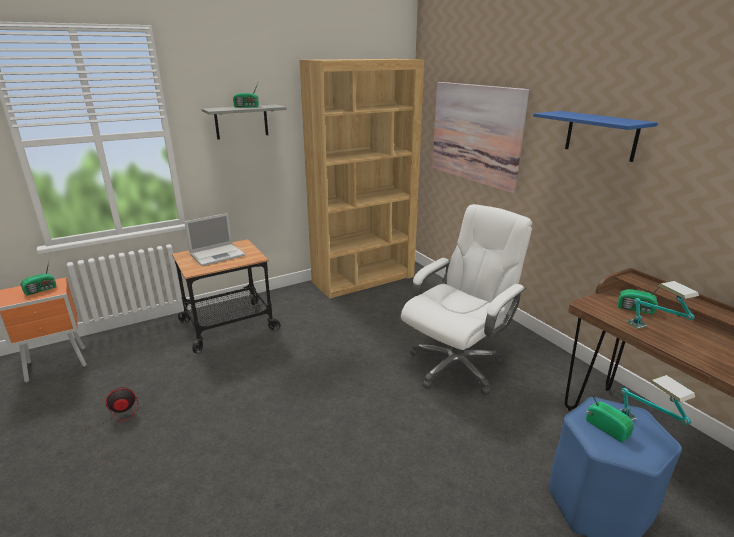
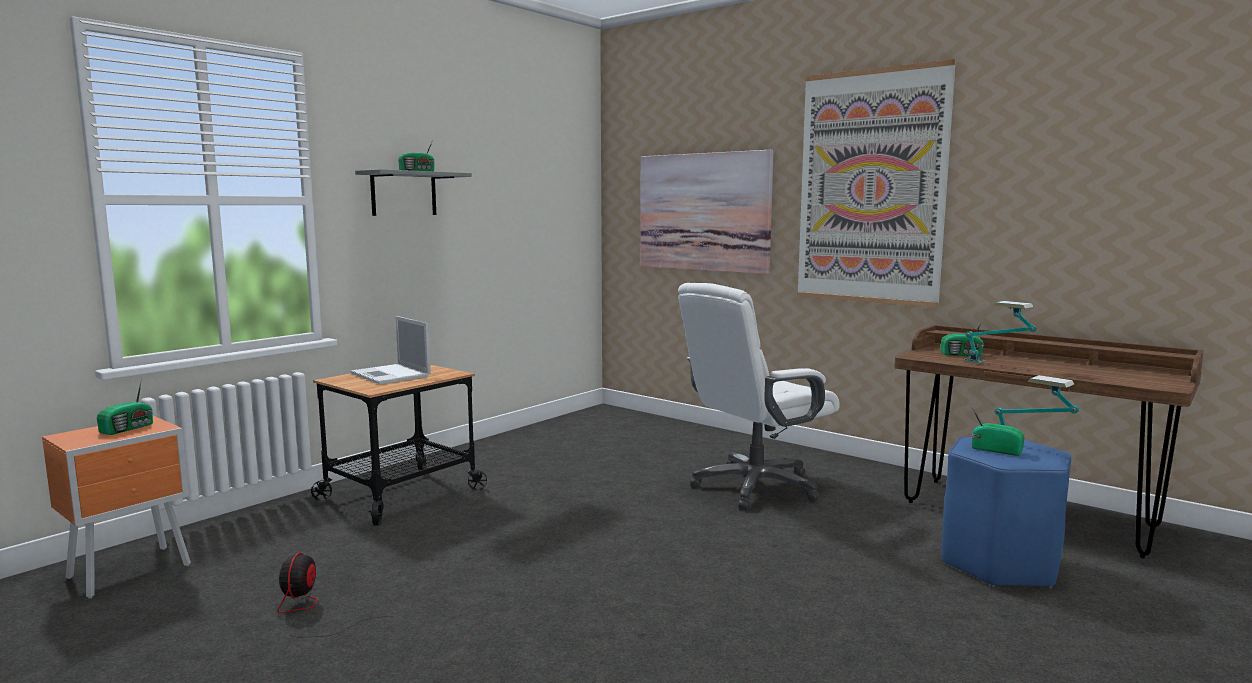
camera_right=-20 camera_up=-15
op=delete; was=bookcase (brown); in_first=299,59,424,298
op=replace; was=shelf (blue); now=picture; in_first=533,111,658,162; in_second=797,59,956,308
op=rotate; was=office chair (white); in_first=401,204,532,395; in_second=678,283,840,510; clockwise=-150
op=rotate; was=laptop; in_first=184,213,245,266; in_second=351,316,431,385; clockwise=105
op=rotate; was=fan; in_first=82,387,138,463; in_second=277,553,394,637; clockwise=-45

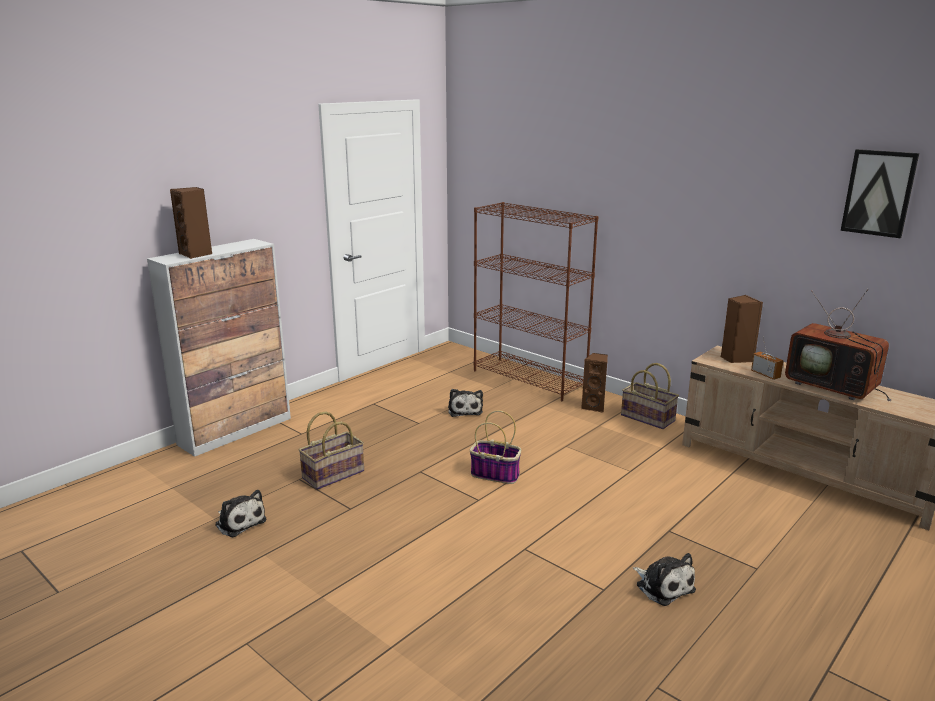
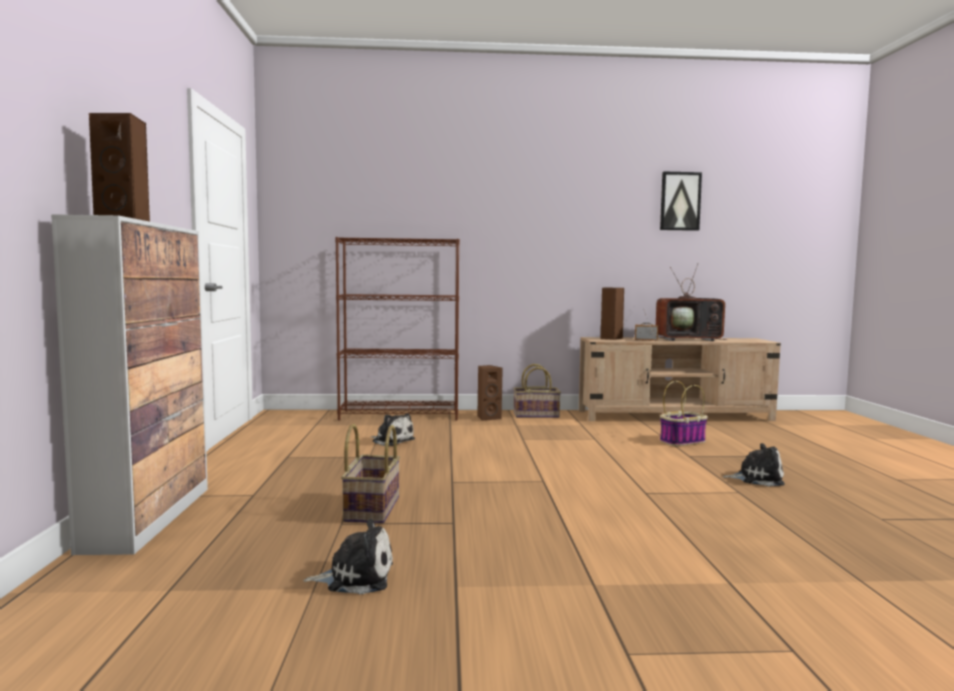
camera_right=-45 camera_up=-15
op=move; was=basket; in_first=470,410,521,484; in_second=660,381,708,446

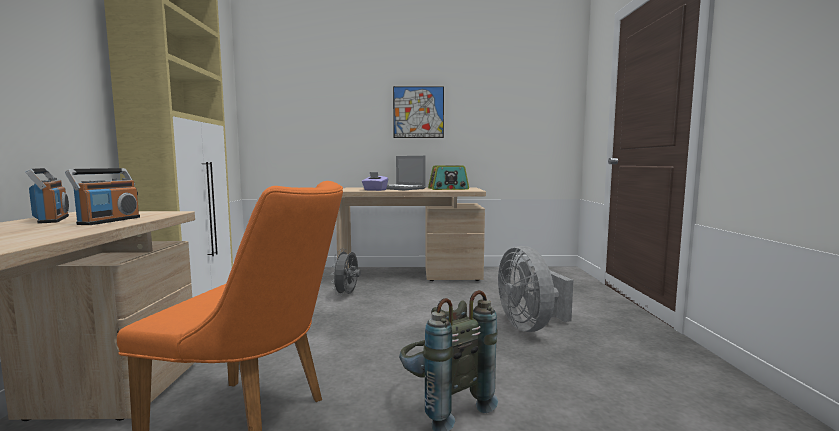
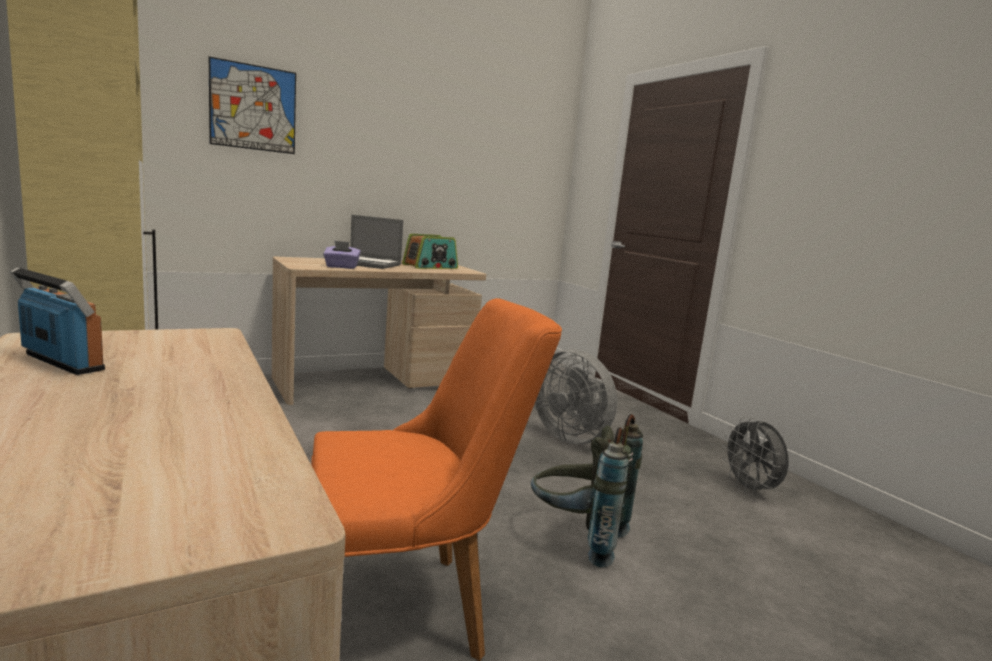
camera_right=-30 camera_up=5
op=move; was=picture; in_first=393,86,444,138; in_second=209,56,296,154
op=delete; was=radio; in_first=65,168,140,225
op=move; was=fan (grey); in_first=330,248,361,296; in_second=722,417,789,495

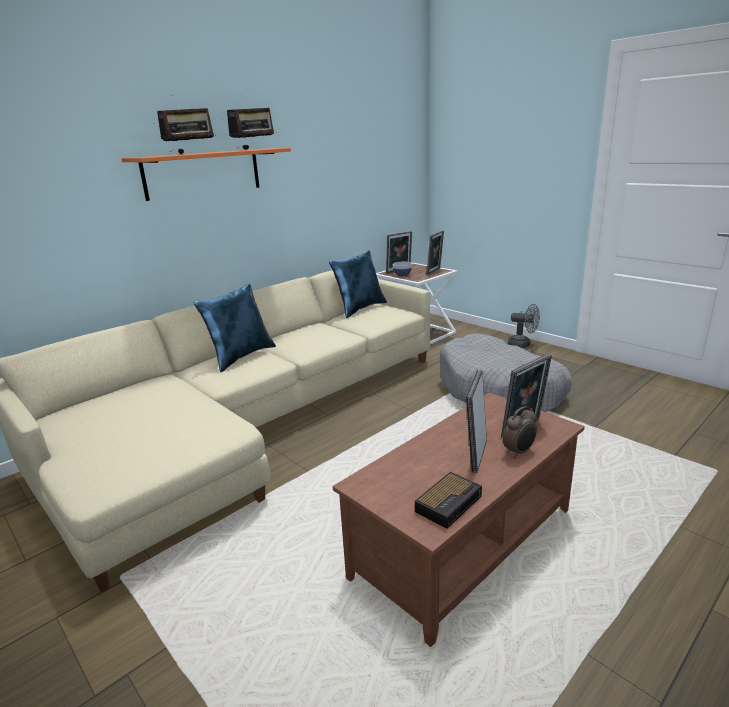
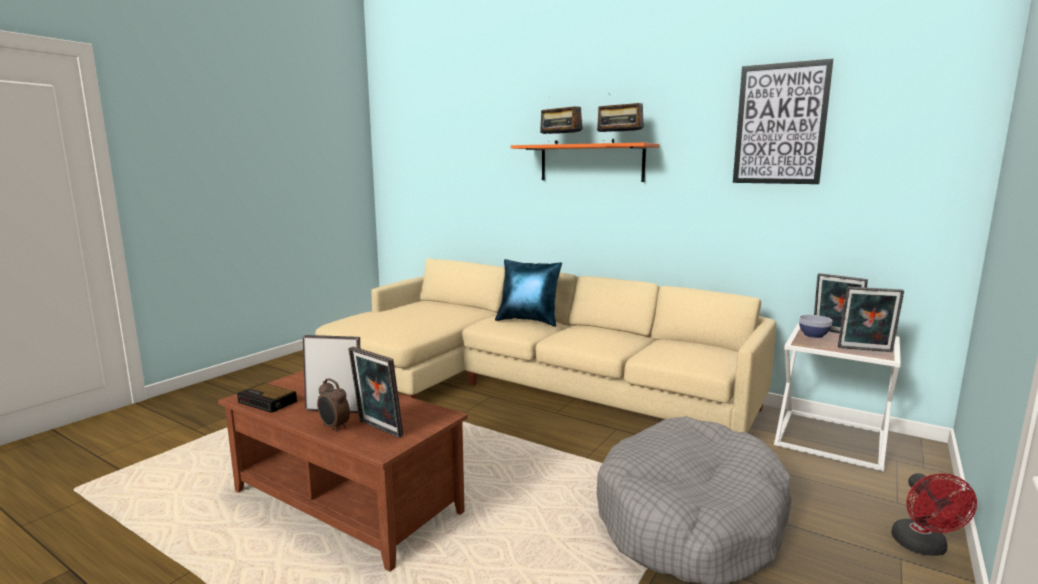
camera_right=75 camera_up=-10
op=delete; was=pillow (blue); in_first=329,250,387,318
op=recolor; was=fan (grey); now=fan (red); in_first=508,304,540,348; in_second=891,473,977,556
op=insert; now=picture; in_second=733,59,834,184

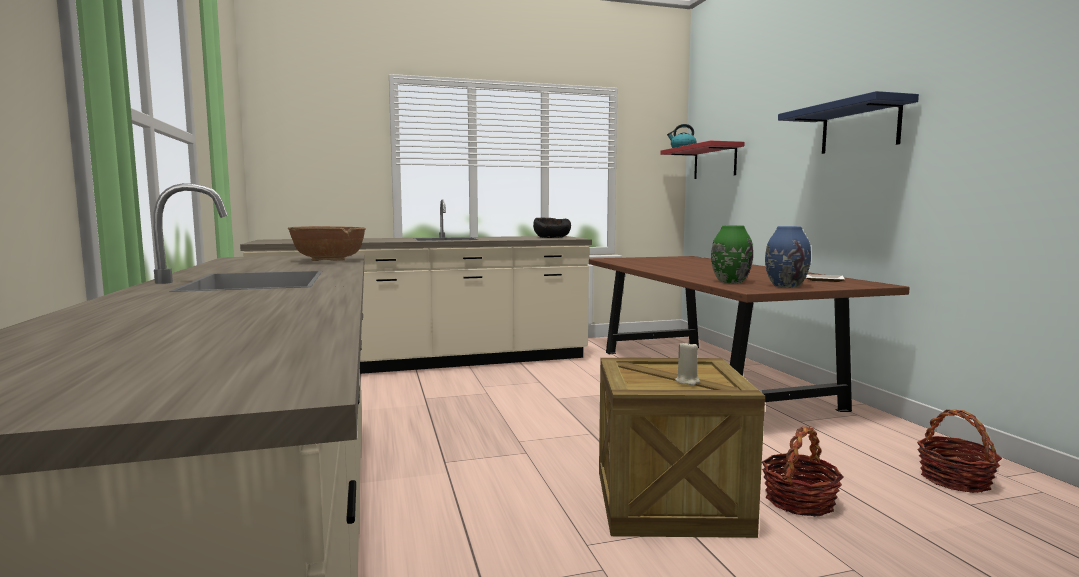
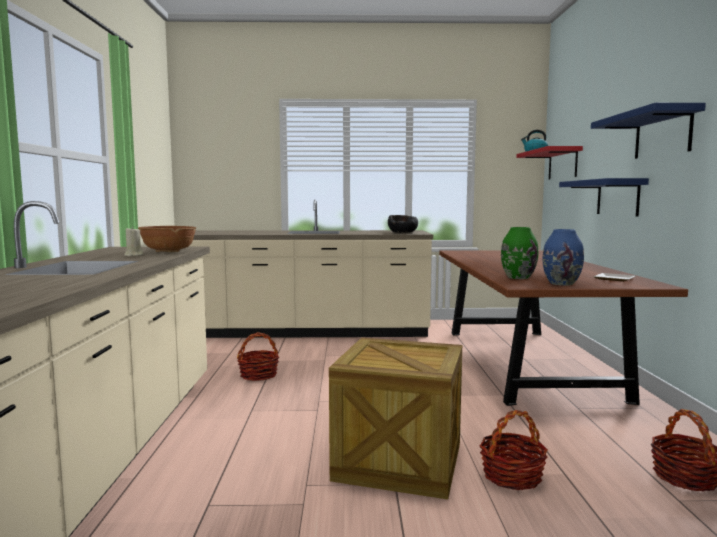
camera_right=15 camera_up=0
op=move; was=candle (beige); in_first=675,343,700,385; in_second=124,227,144,256
op=insert; now=shelf (blue); in_second=559,178,649,217
op=insert; now=basket; in_second=237,332,279,381

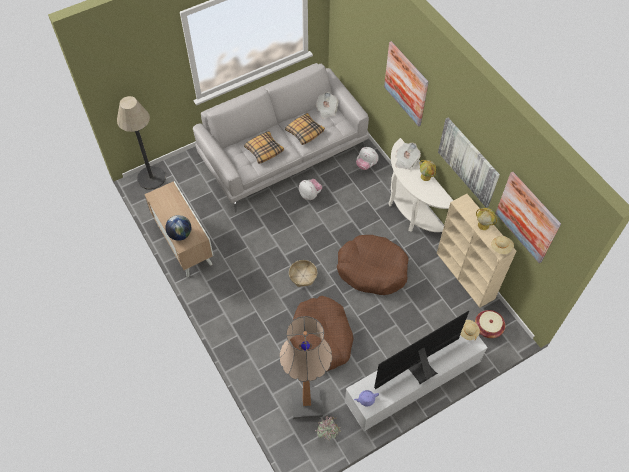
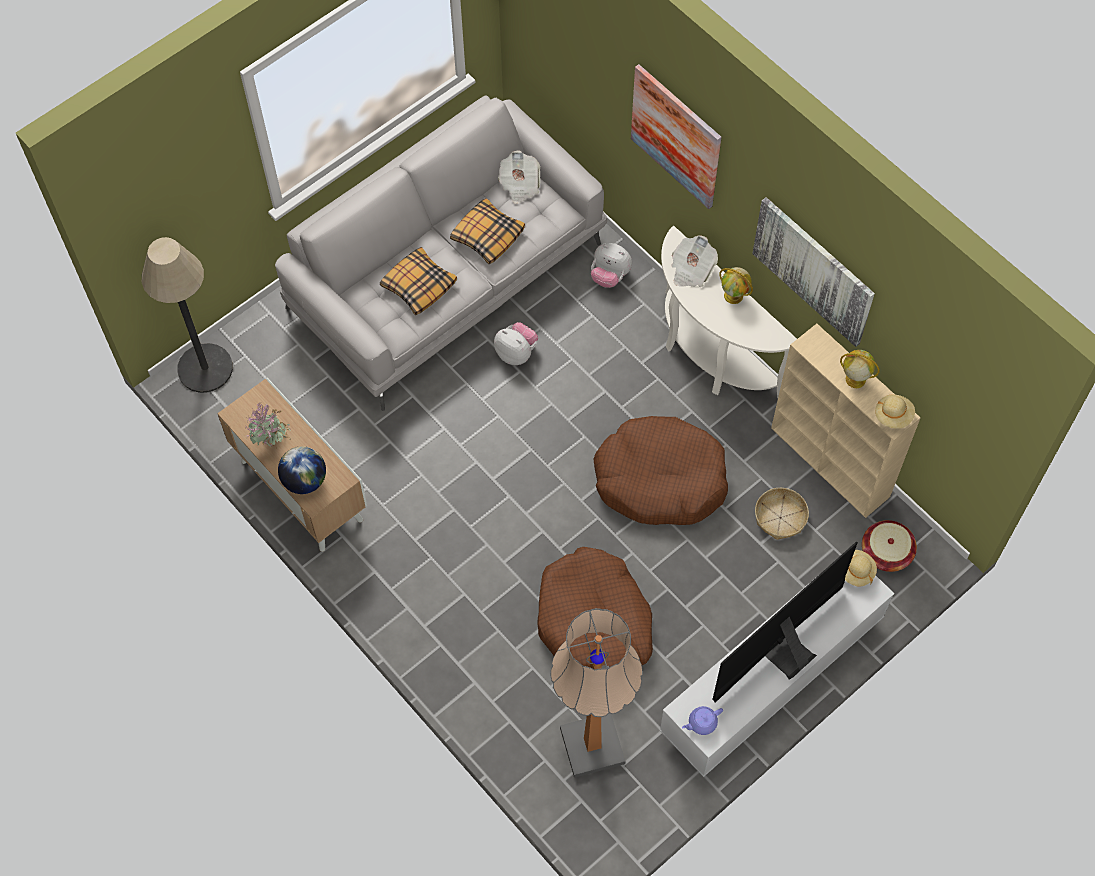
camera_right=-10 camera_up=5
op=delete; was=picture; in_first=496,172,561,263
op=move; was=basket; in_first=289,260,317,287; in_second=755,488,809,540
op=move; was=potted plant; in_first=315,417,341,440; in_second=245,403,291,449

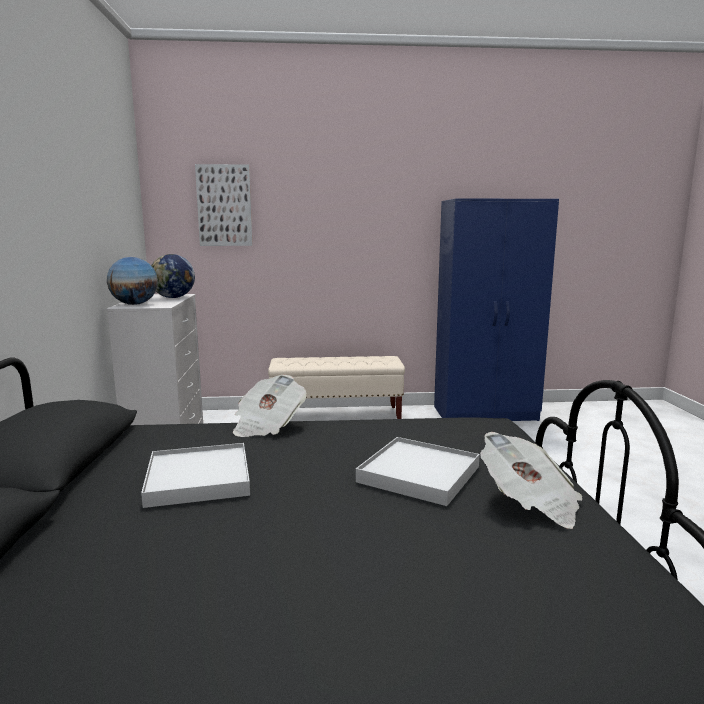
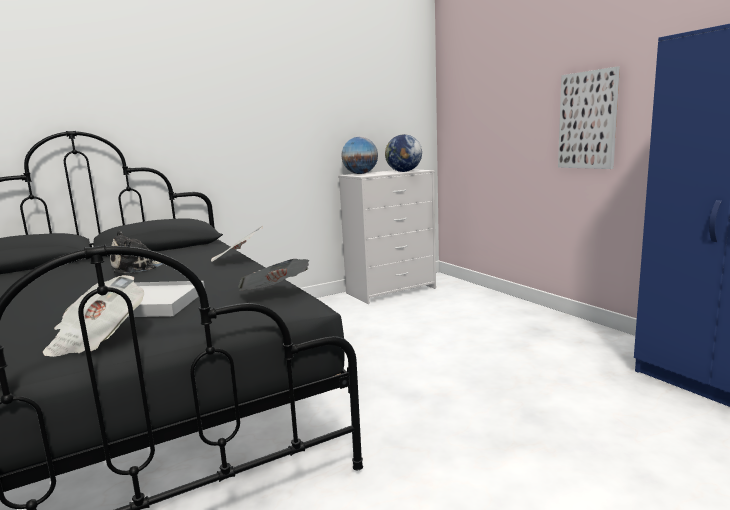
camera_right=65 camera_up=0
op=move; was=picture; in_first=195,164,253,246; in_second=558,66,620,169
op=delete; was=bench (beige); in_first=268,356,405,419
op=replace; was=tray (white); now=plush toy; in_first=141,443,250,508; in_second=110,231,162,273
op=insert; now=newspaper; in_second=239,259,309,291

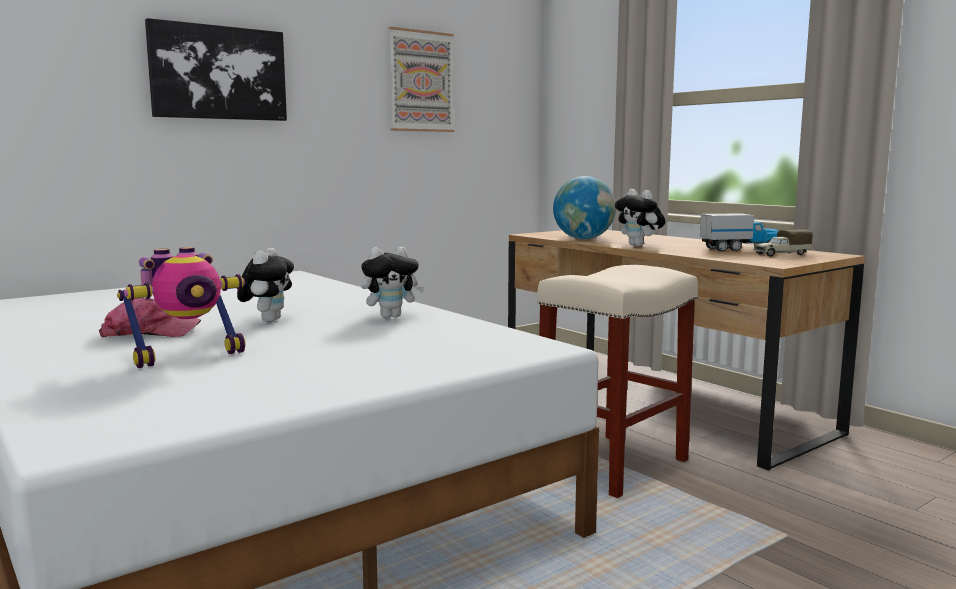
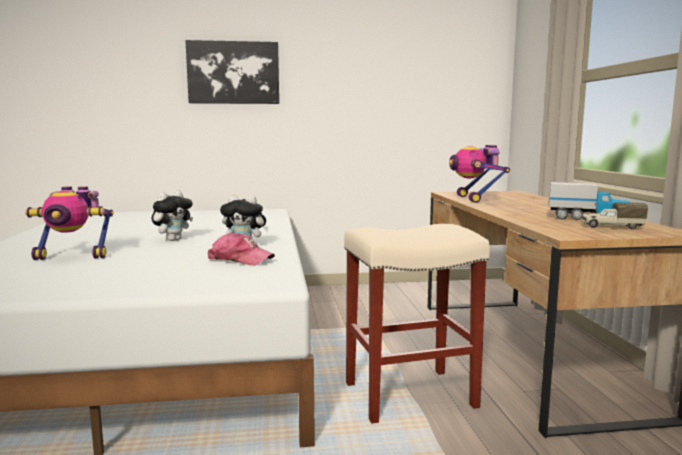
camera_right=30 camera_up=0
op=delete; was=picture; in_first=389,27,454,132
op=replace; was=globe; now=toy robot; in_first=553,176,616,239; in_second=449,145,510,203
op=delete; was=plush toy; in_first=615,189,665,246
op=move; was=cap; in_first=99,298,201,337; in_second=208,232,275,265

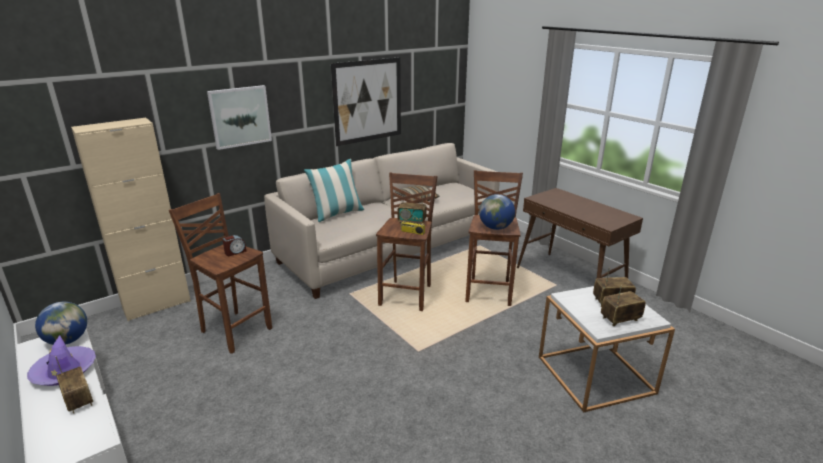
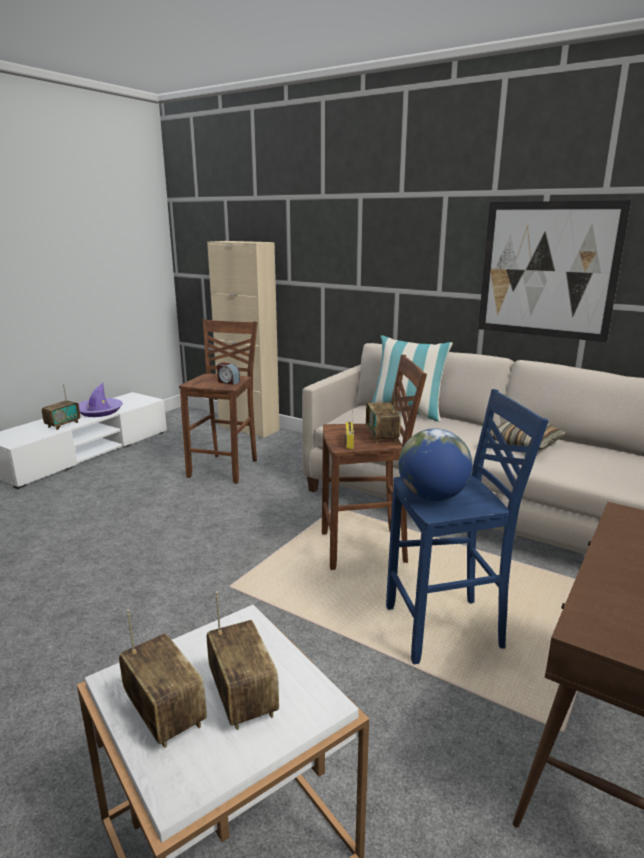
camera_right=70 camera_up=-5
op=delete; was=picture; in_first=207,85,272,150
op=recolor; was=stool (brown); now=stool (blue); in_first=465,170,523,306; in_second=386,389,548,664
op=delete; was=globe; in_first=35,302,87,345

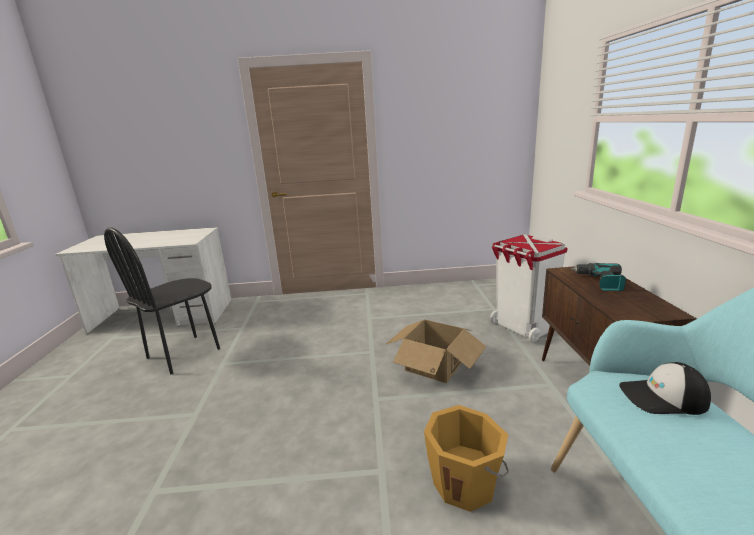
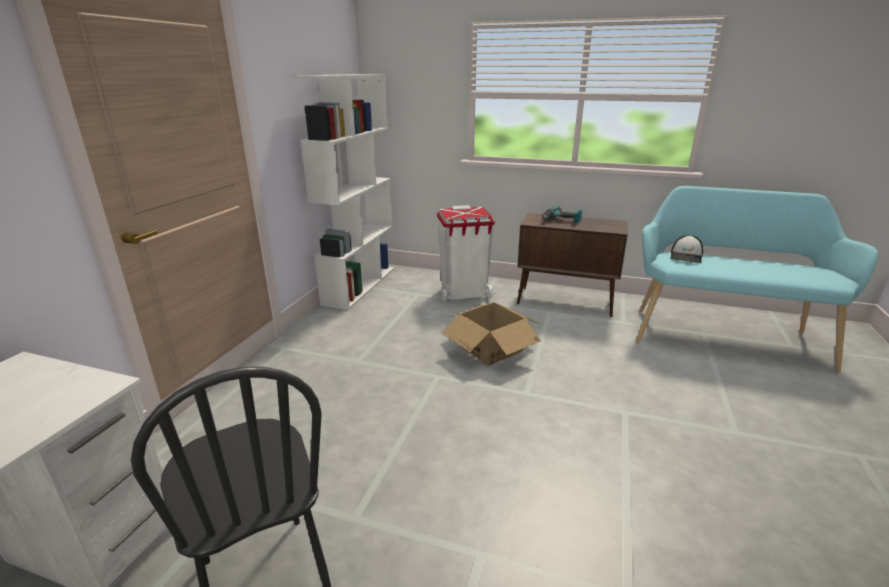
camera_right=-70 camera_up=5
op=delete; was=bucket (orange); in_first=424,405,509,512
op=insert; now=bookcase (white); in_second=293,74,394,310

